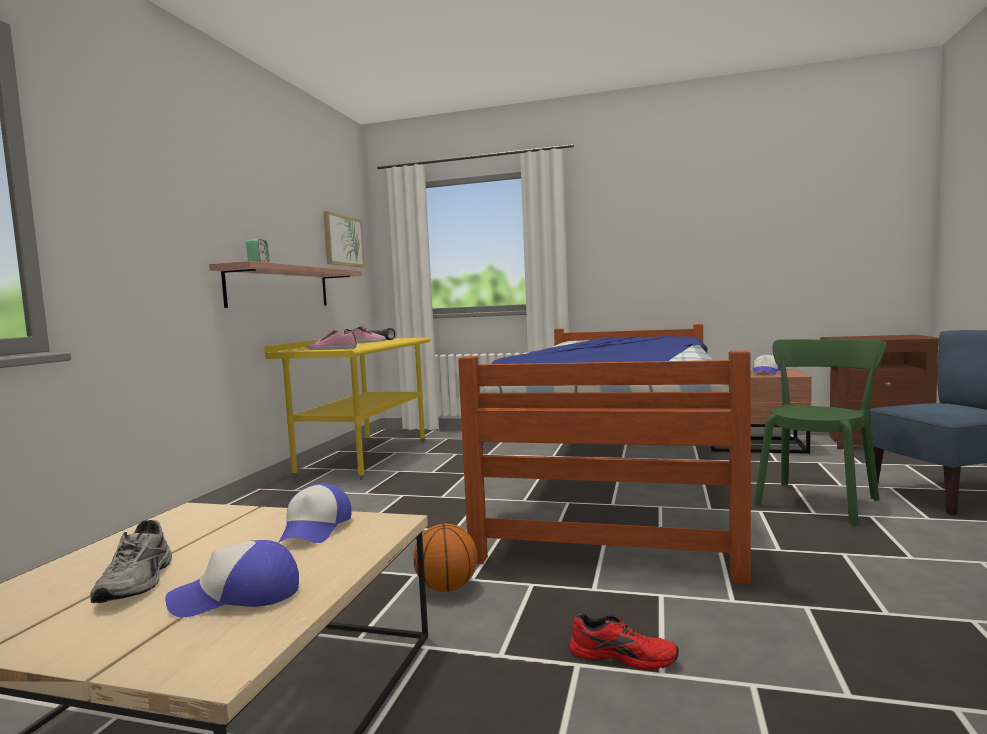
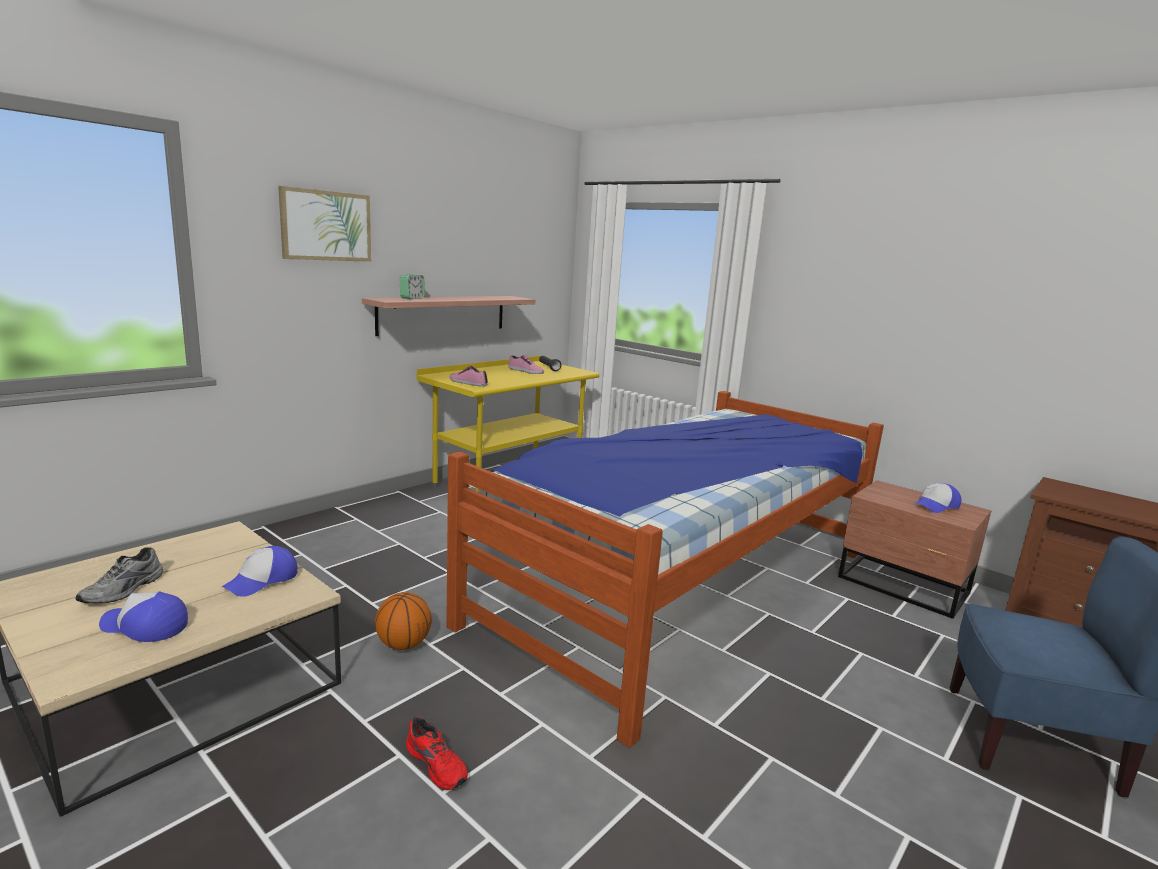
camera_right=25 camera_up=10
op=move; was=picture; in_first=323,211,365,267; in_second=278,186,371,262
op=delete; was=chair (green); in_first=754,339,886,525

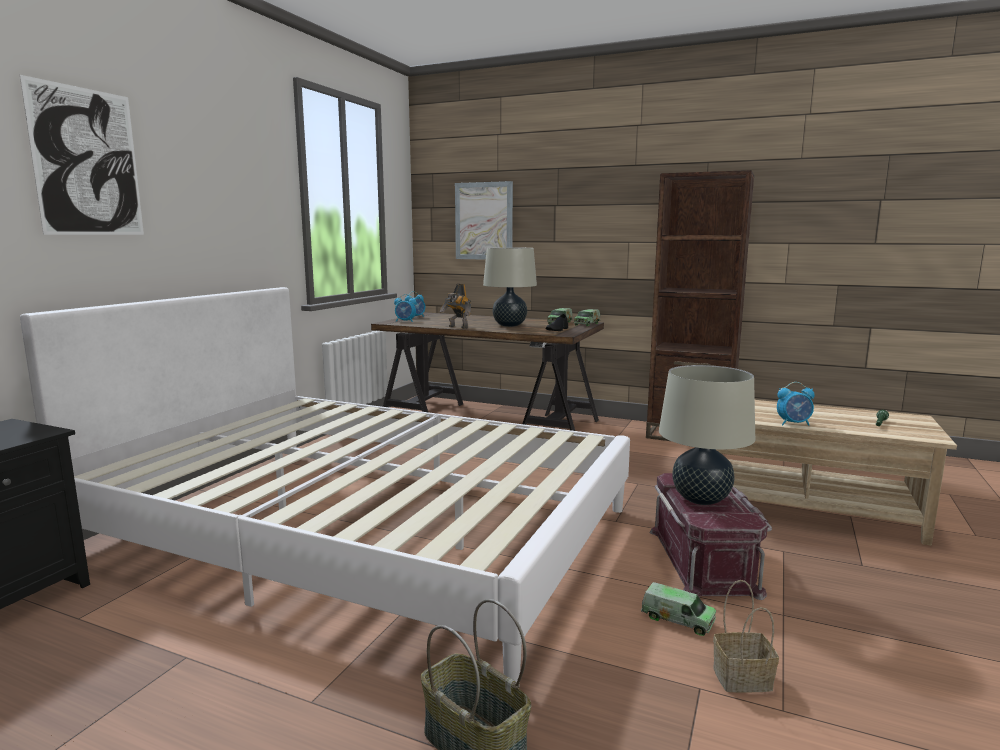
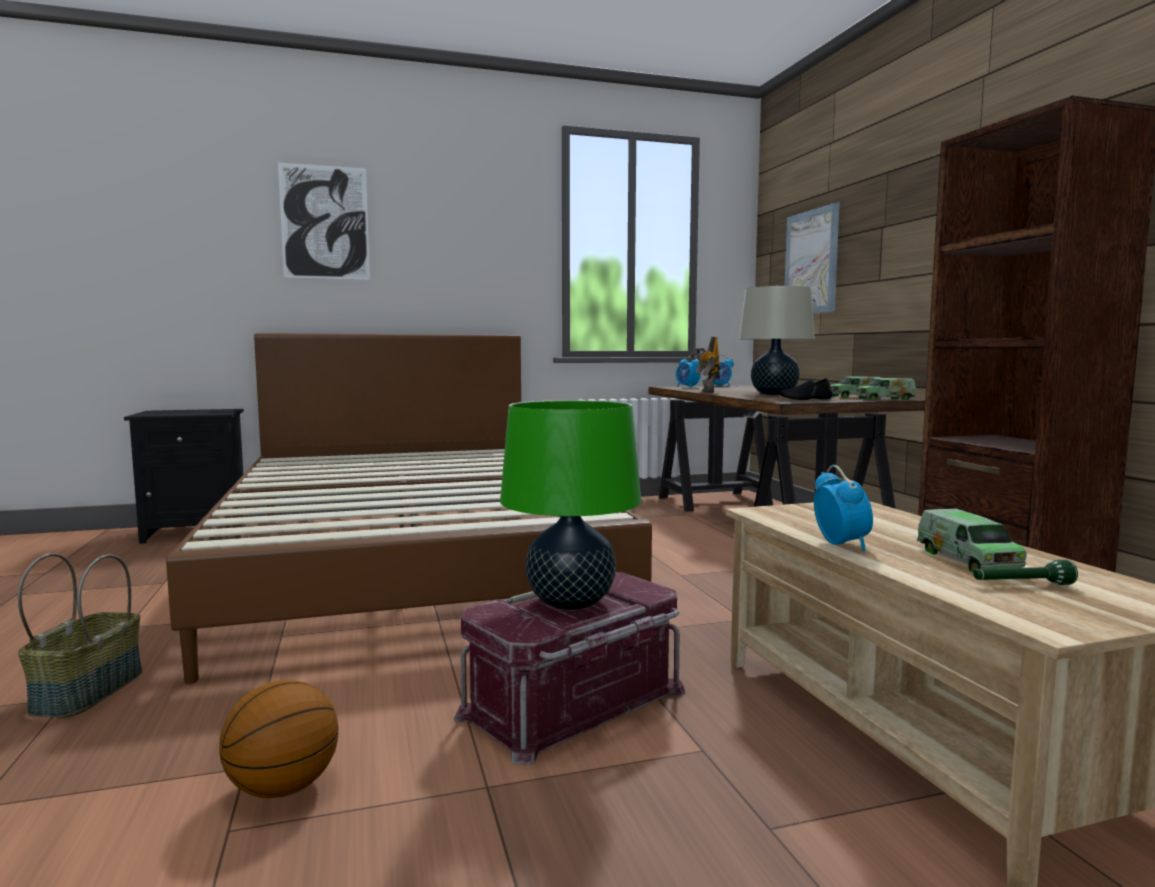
camera_right=50 camera_up=-5
op=recolor; was=bed (white); now=bed (brown); in_first=20,287,630,686; in_second=166,333,652,684
op=recolor; was=table lamp (beige); now=table lamp (green); in_first=659,365,755,505; in_second=500,400,641,610
op=rotate; was=alarm clock; in_first=777,382,815,426; in_second=814,465,873,551; clockwise=-150
op=replace; was=basket; now=basketball; in_first=713,580,779,693; in_second=219,680,339,798
op=move; was=toy truck; in_first=641,582,716,636; in_second=917,509,1027,573

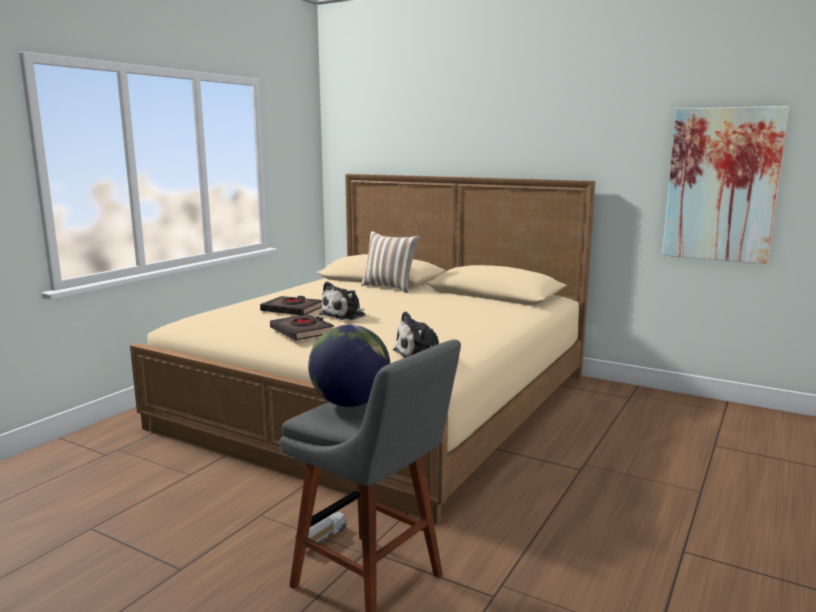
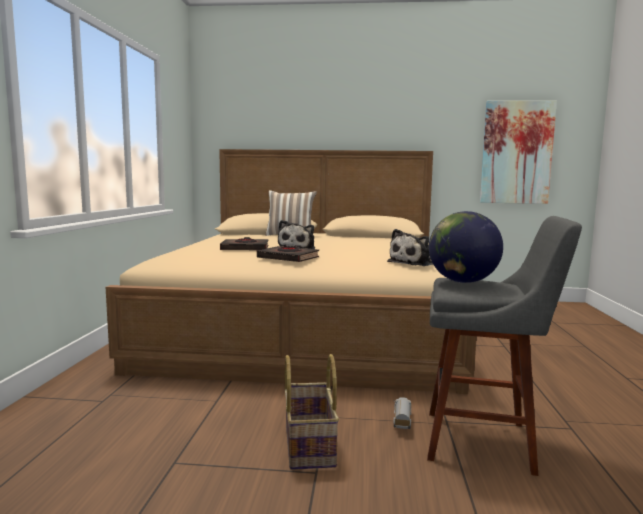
camera_right=-25 camera_up=-5
op=insert; now=basket; in_second=285,354,339,470

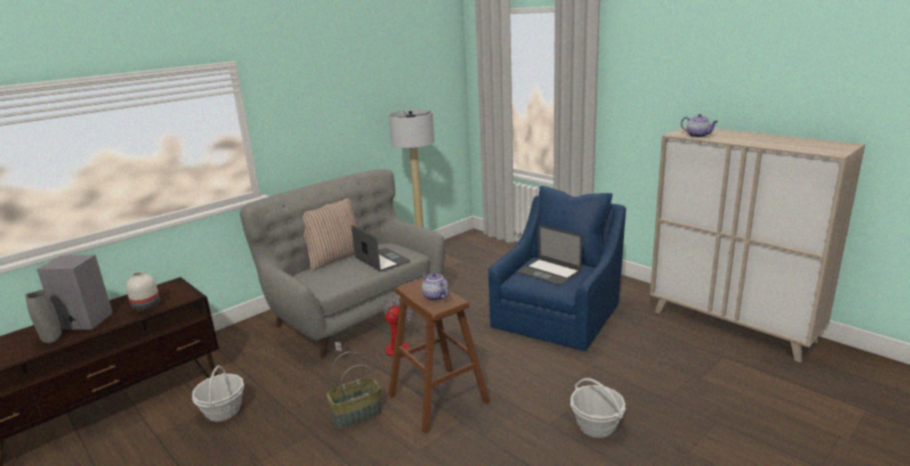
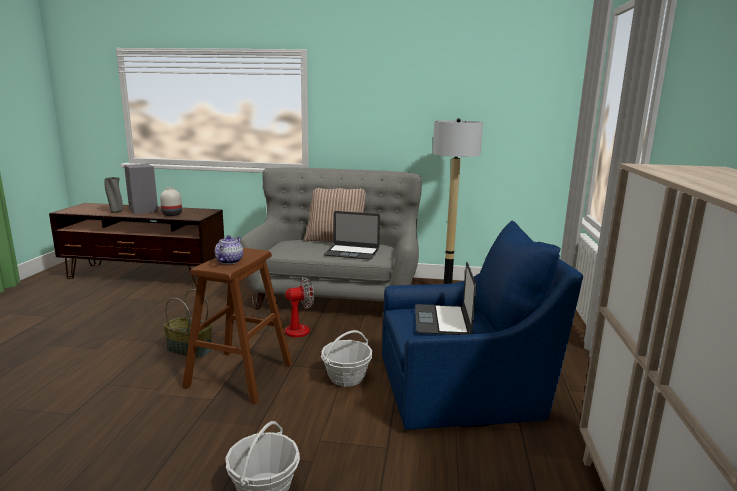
camera_right=50 camera_up=-5
op=delete; was=teapot; in_first=681,114,718,137
op=rotate; was=laptop; in_first=351,225,411,272; in_second=324,211,380,260; clockwise=90
op=move; was=basket; in_first=192,365,244,422; in_second=321,330,372,387

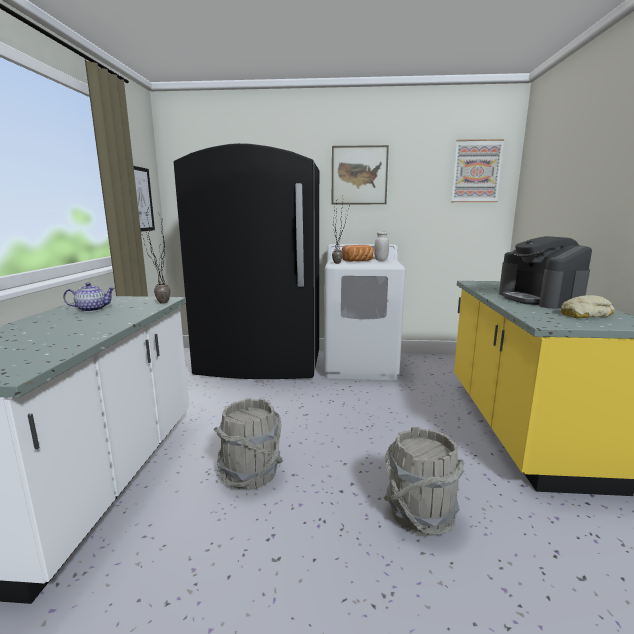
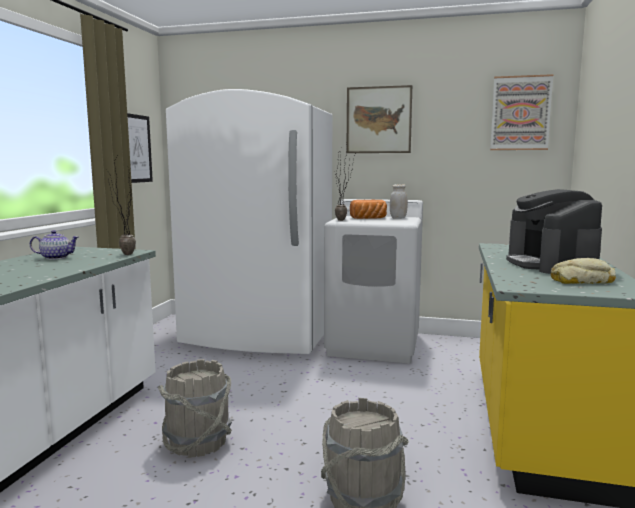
camera_right=10 camera_up=-5
op=recolor; was=fridge (black); now=fridge (white); in_first=174,143,319,379; in_second=166,89,332,354

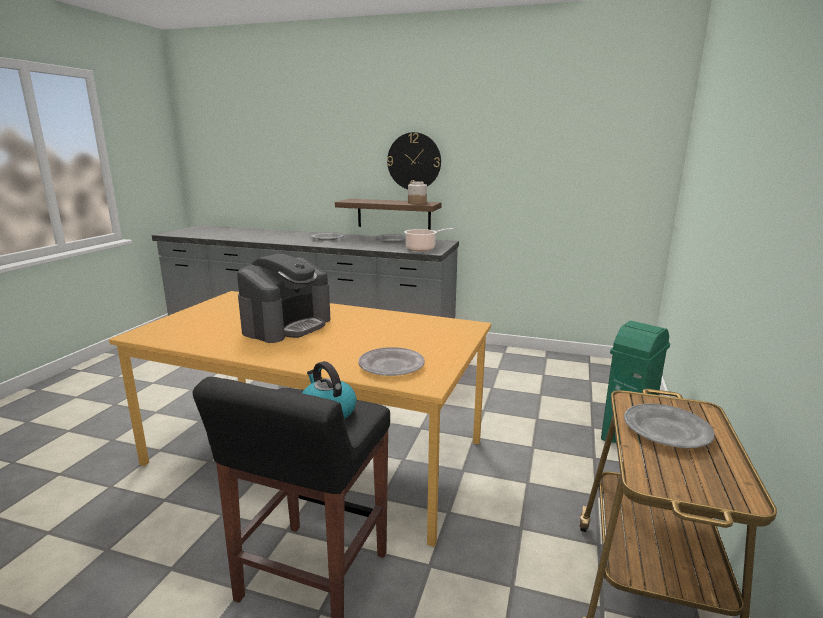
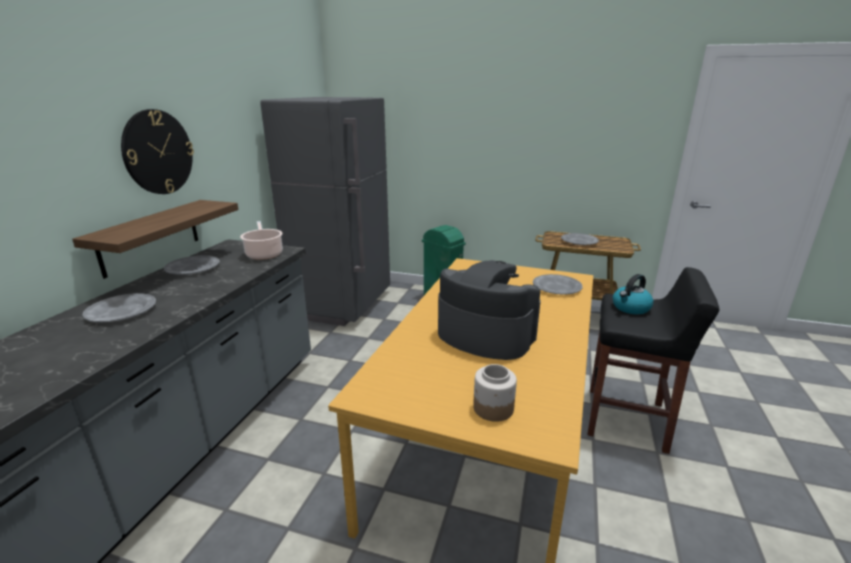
camera_right=-90 camera_up=5
op=move; was=jar; in_first=408,181,427,204; in_second=473,364,517,422
op=insert; now=fridge (grey); in_second=260,97,390,326

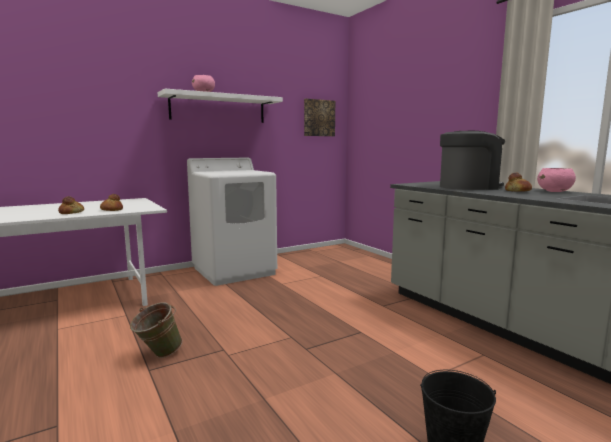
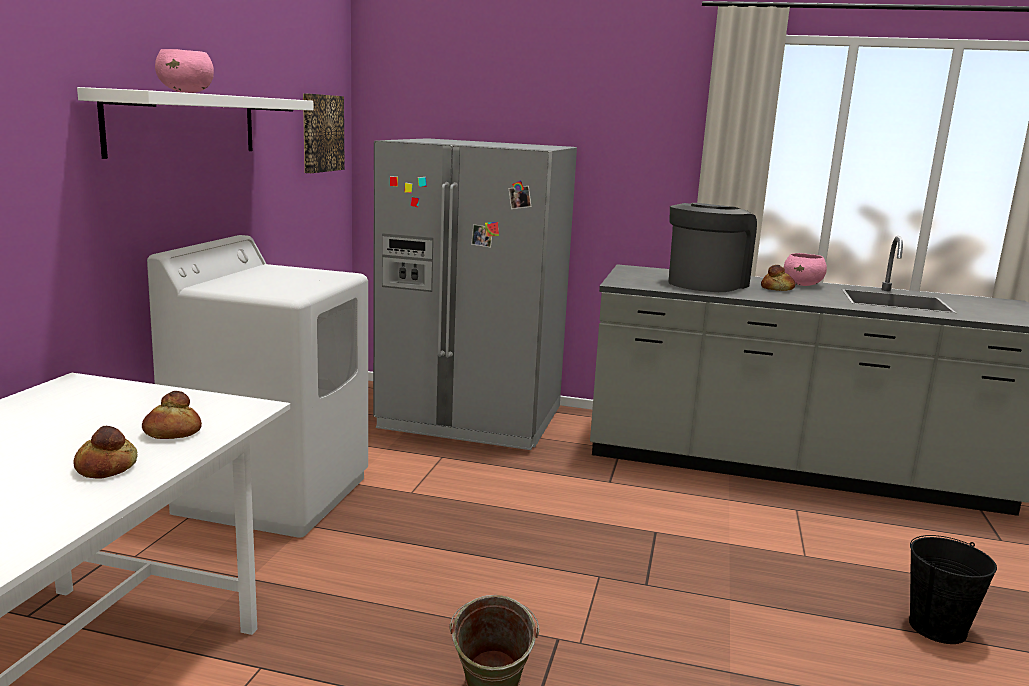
camera_right=-45 camera_up=5
op=insert; now=fridge (grey); in_second=373,138,577,450

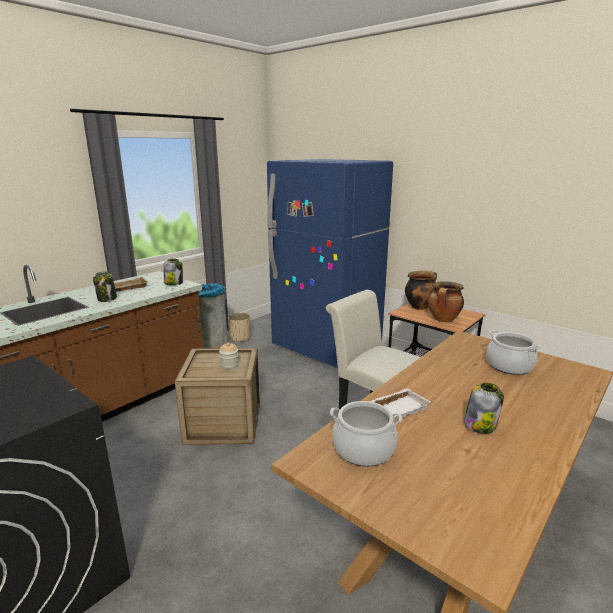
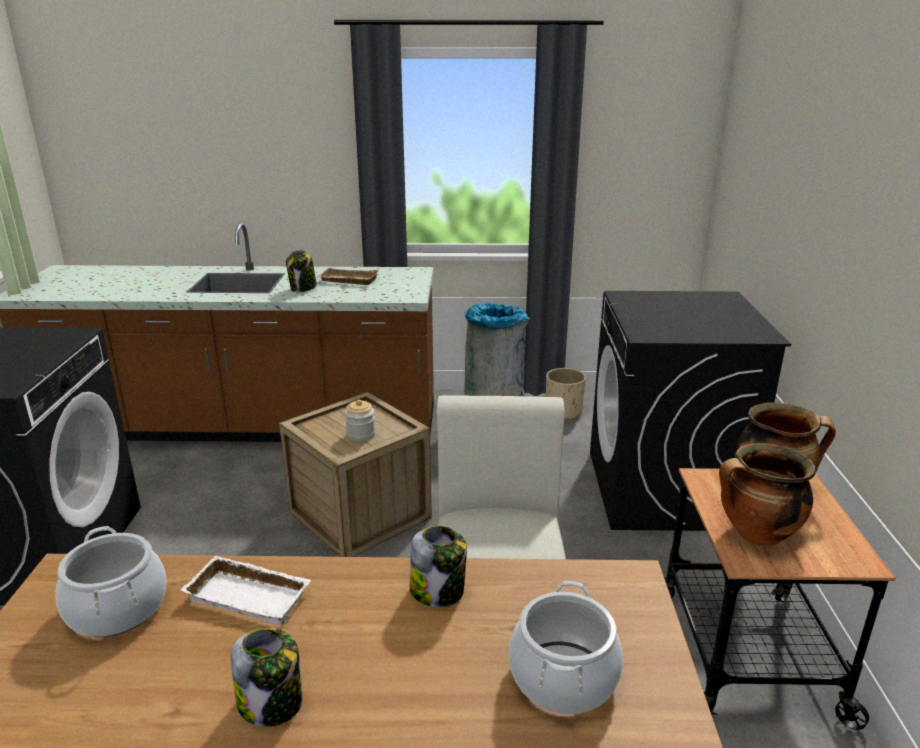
camera_right=50 camera_up=5
op=replace; was=fridge (blue); now=washing machine (black); in_first=267,159,393,368; in_second=590,291,791,531
op=move; was=jar; in_first=164,259,183,285; in_second=410,525,467,607

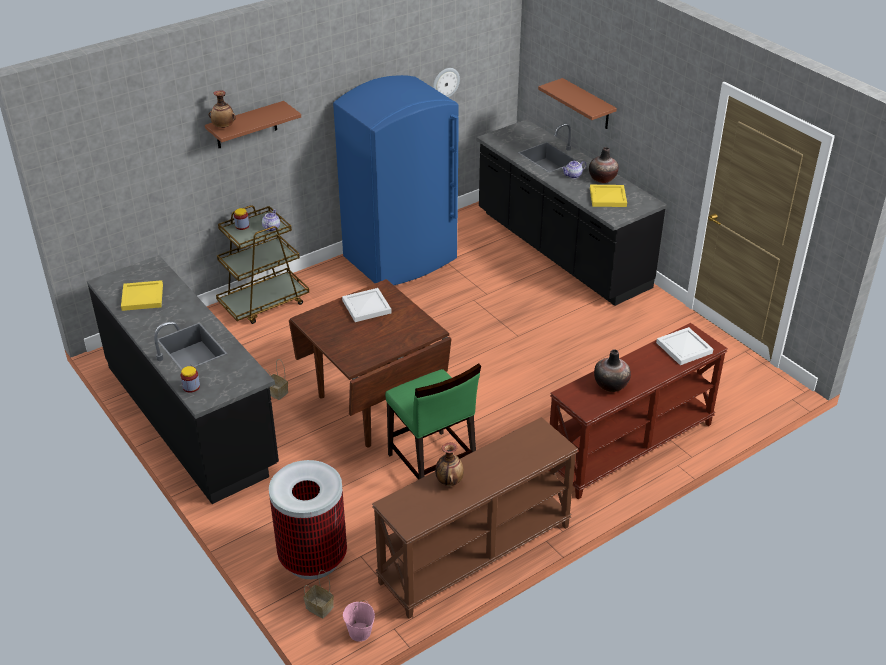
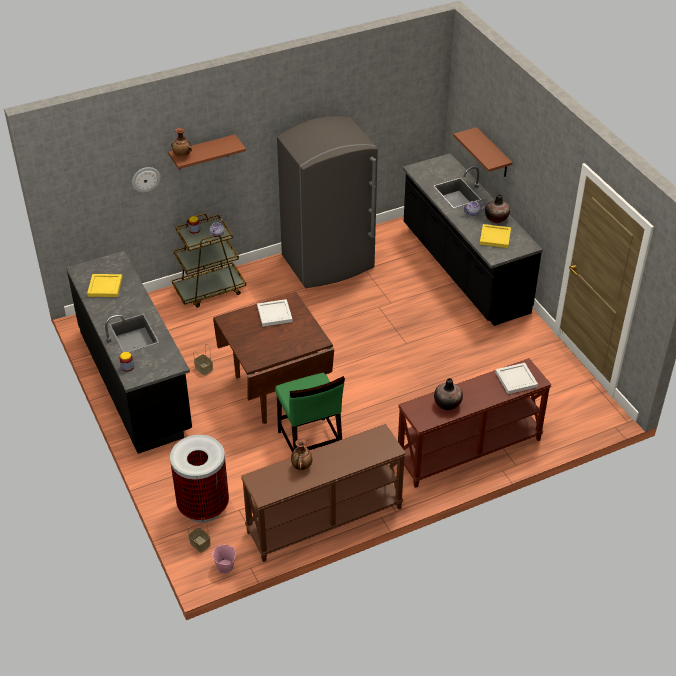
camera_right=10 camera_up=5
op=move; was=wall clock; in_first=433,68,460,98; in_second=132,167,161,193
op=recolor; was=fridge (blue); now=fridge (grey); in_first=333,75,459,285; in_second=277,116,378,288

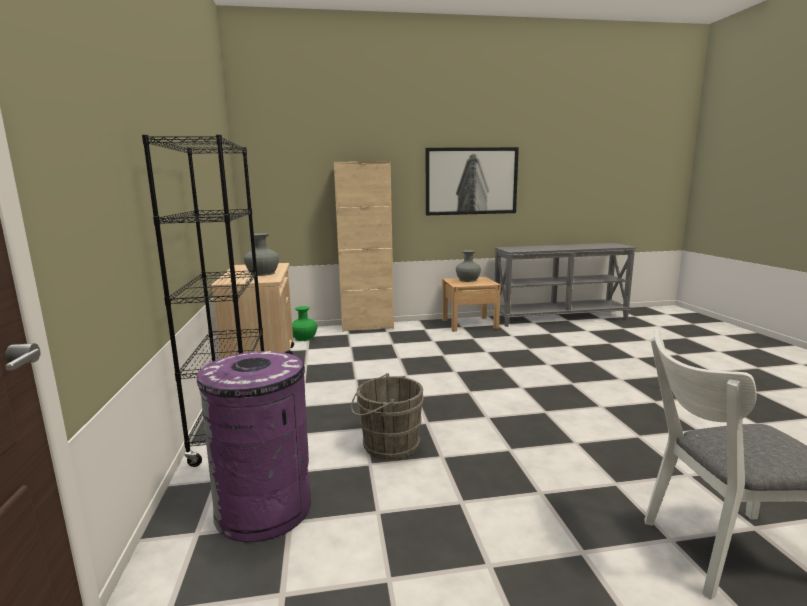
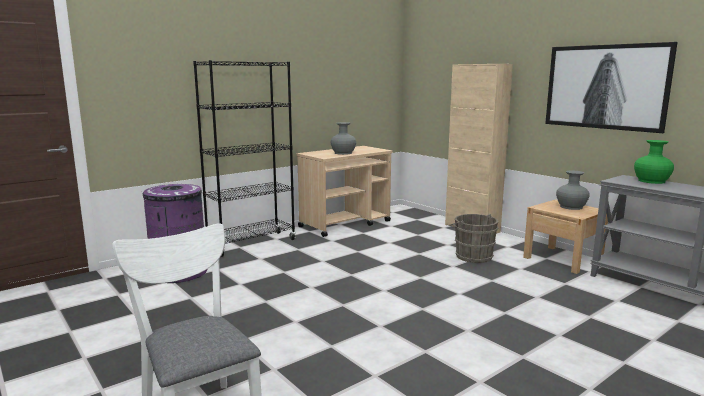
camera_right=60 camera_up=0
op=move; was=vase (green); in_first=292,306,317,341; in_second=634,140,674,184
op=move; was=bucket (grey); in_first=351,373,424,460; in_second=449,214,499,263

